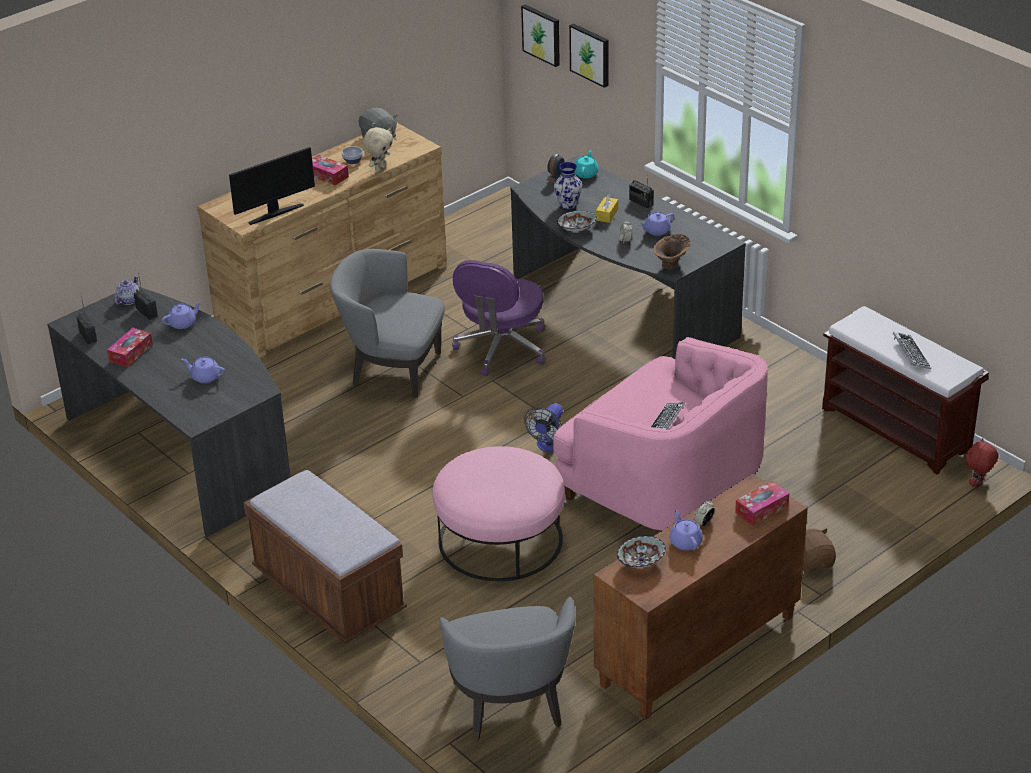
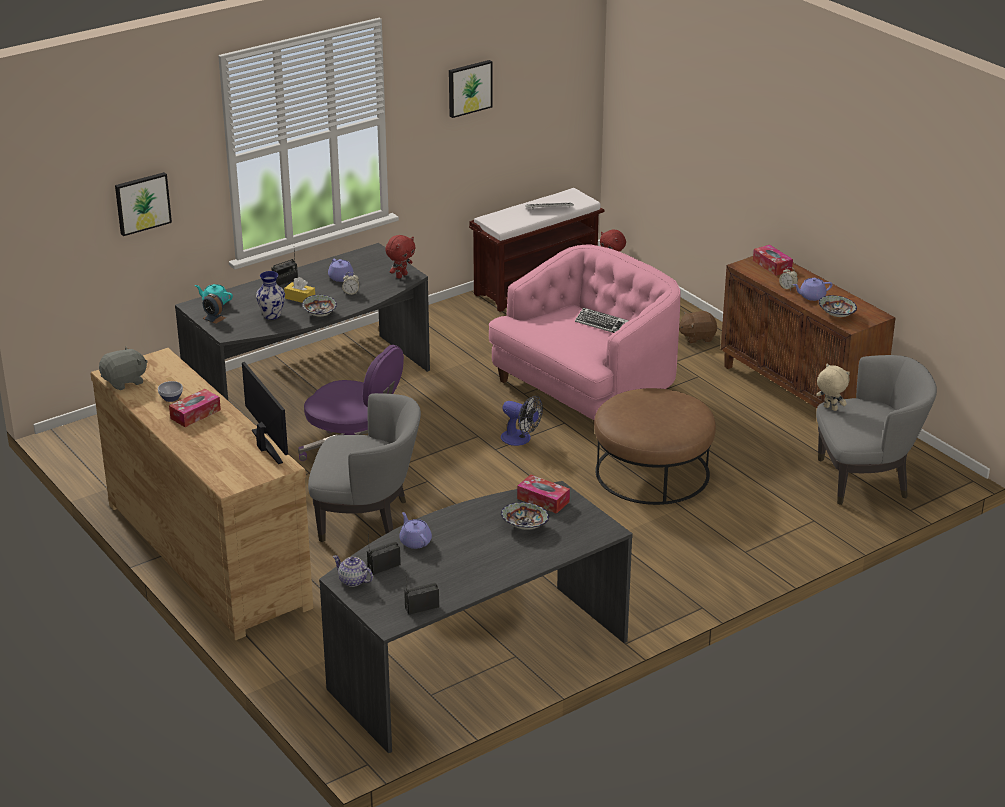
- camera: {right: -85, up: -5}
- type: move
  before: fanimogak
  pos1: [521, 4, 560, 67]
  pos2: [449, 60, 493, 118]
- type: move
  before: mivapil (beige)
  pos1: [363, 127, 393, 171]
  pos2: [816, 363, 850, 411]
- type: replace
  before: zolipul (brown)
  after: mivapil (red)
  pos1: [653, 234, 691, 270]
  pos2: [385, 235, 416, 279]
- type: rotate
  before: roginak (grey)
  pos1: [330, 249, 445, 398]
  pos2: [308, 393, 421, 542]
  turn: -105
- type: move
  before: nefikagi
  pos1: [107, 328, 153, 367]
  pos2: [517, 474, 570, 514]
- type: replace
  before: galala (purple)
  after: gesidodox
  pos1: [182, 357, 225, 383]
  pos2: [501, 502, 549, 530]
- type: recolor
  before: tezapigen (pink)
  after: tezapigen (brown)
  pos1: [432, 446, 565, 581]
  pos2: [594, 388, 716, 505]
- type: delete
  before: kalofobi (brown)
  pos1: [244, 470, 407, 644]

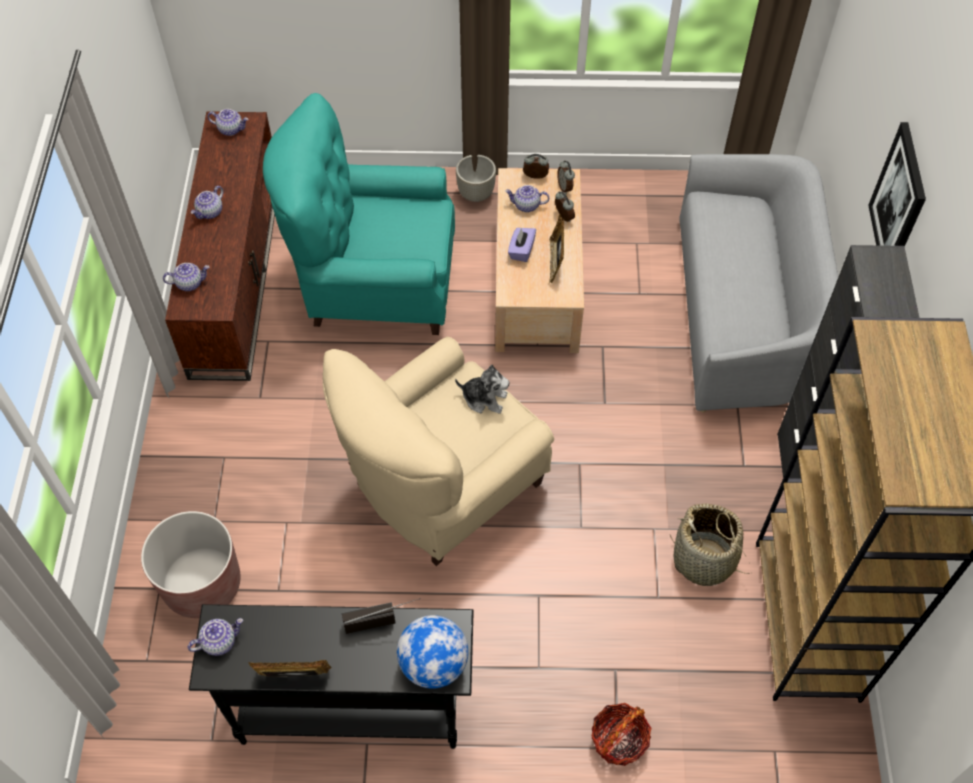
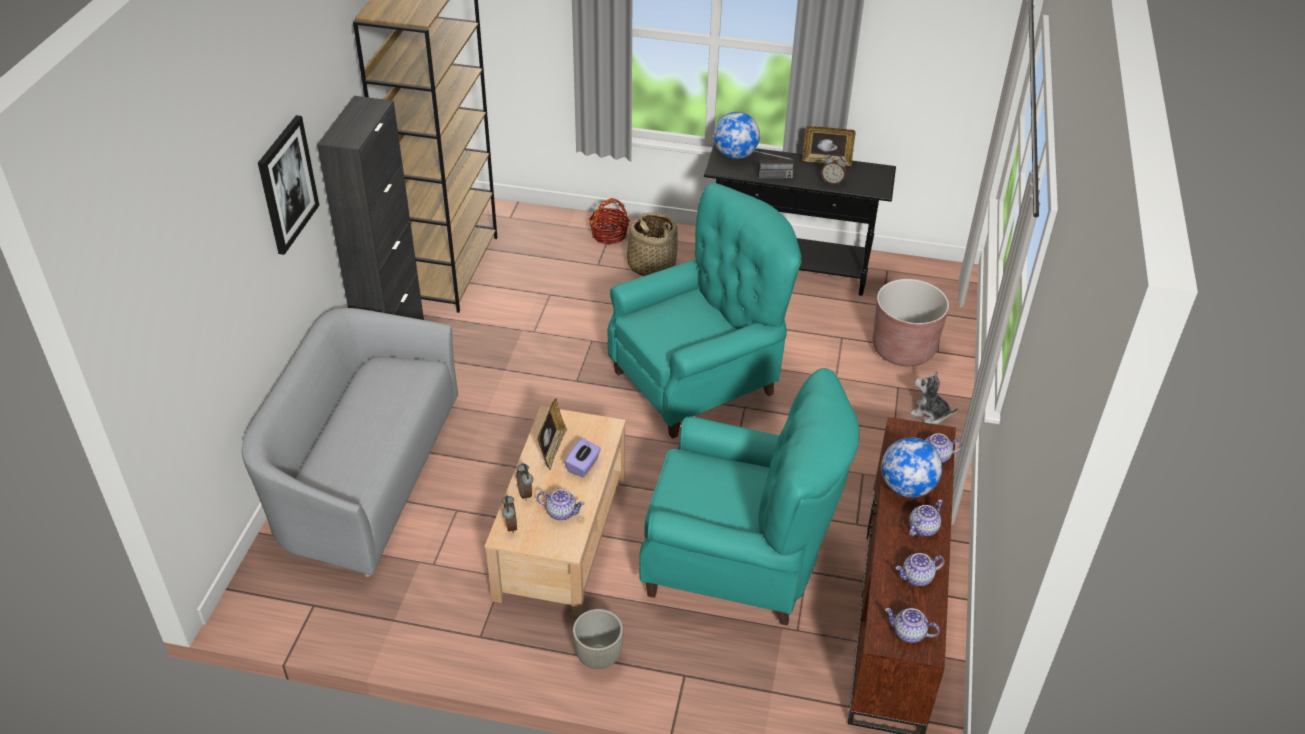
- camera: {right: -170, up: -15}
- type: move
  before: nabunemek
  pos1: [523, 154, 549, 179]
  pos2: [821, 154, 846, 185]
- type: recolor
  before: roginak (beige)
  after: roginak (turquoise)
  pos1: [323, 337, 554, 566]
  pos2: [608, 183, 802, 439]
- type: move
  before: mivapil
  pos1: [455, 365, 510, 414]
  pos2: [910, 372, 958, 424]
- type: move
  before: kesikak
  pos1: [670, 503, 750, 586]
  pos2: [627, 212, 678, 276]
- type: move
  before: galala
  pos1: [188, 618, 243, 656]
  pos2: [896, 553, 945, 586]
- type: insert
  after: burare
  pos2: [881, 437, 942, 498]

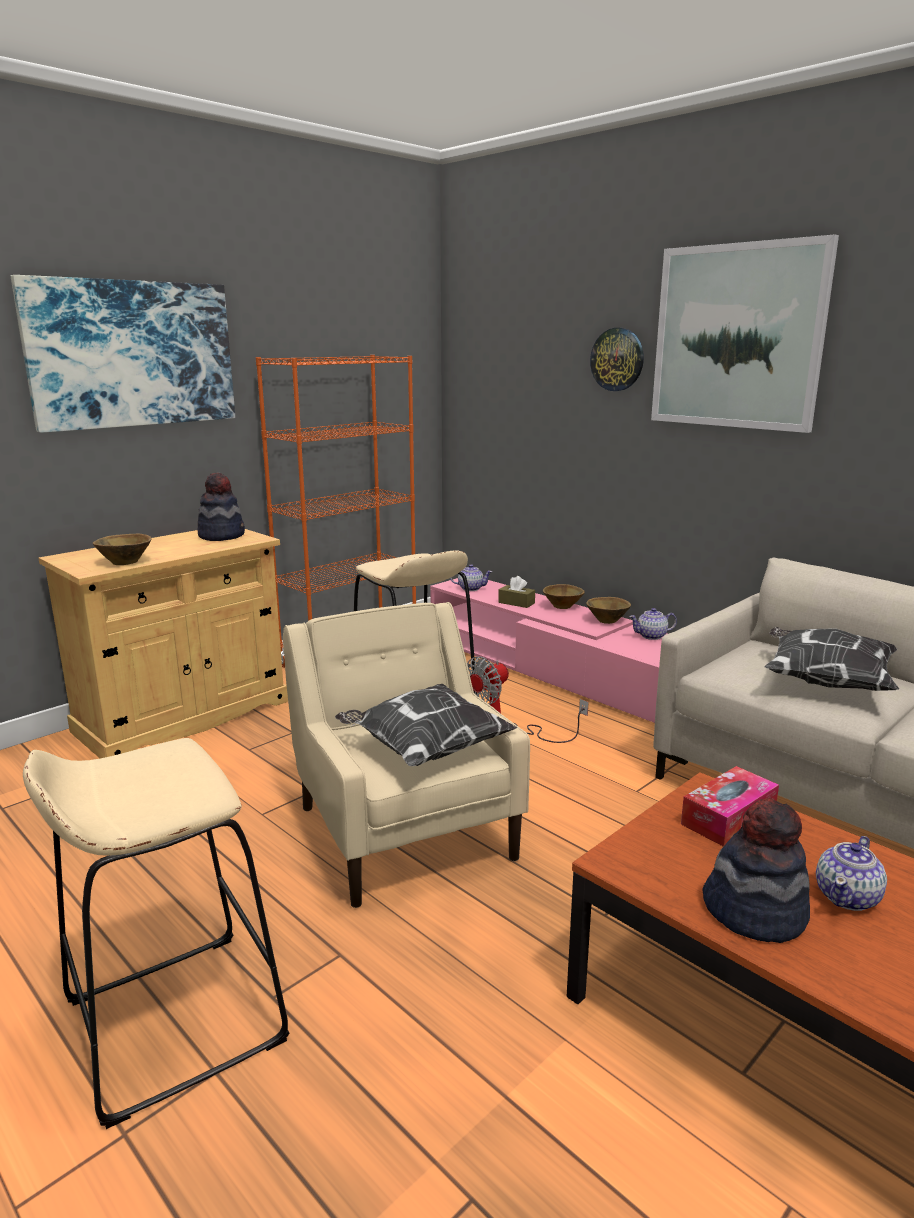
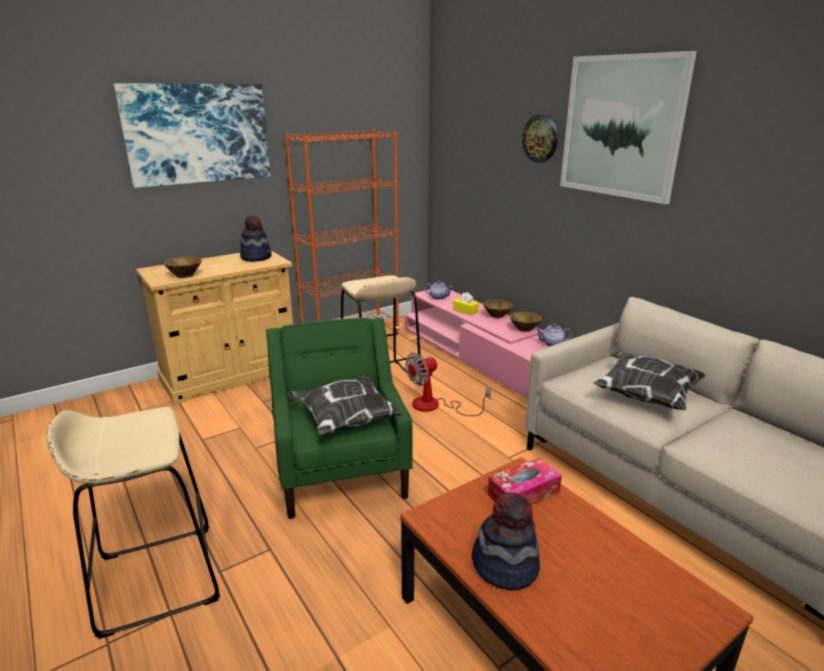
- camera: {right: 10, up: 5}
- type: recolor
  before: nefikagi (brown)
  after: nefikagi (yellow)
  pos1: [498, 576, 535, 608]
  pos2: [453, 292, 479, 315]
- type: recolor
  before: roginak (beige)
  after: roginak (green)
  pos1: [283, 602, 530, 908]
  pos2: [266, 318, 412, 519]
- type: delete
  before: galala
  pos1: [816, 836, 887, 911]

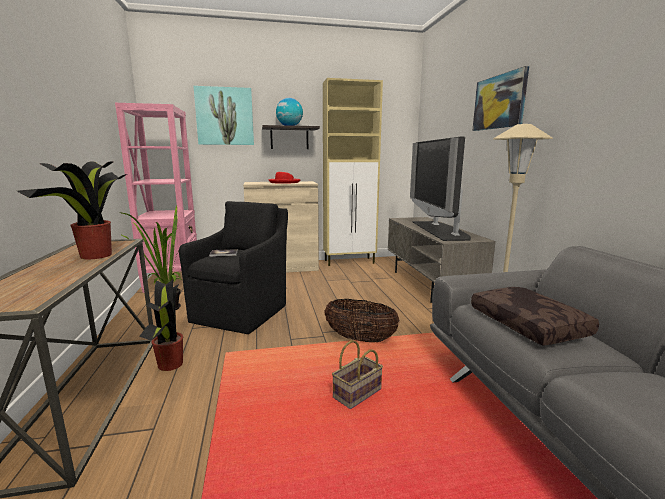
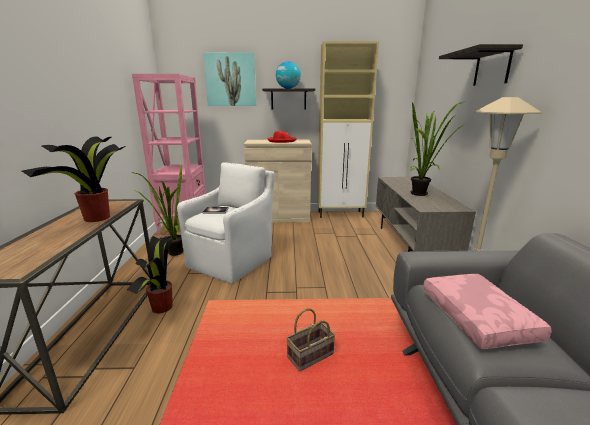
- camera: {right: 10, up: 5}
- type: replace
  before: fanimogak
  after: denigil
  pos1: [472, 66, 529, 131]
  pos2: [439, 44, 523, 86]
- type: replace
  before: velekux
  after: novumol
  pos1: [410, 136, 471, 241]
  pos2: [410, 101, 466, 196]
- type: recolor
  before: roginak (black)
  after: roginak (white)
  pos1: [179, 201, 288, 334]
  pos2: [177, 162, 274, 284]
- type: recolor
  before: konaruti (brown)
  after: konaruti (pink)
  pos1: [471, 287, 599, 346]
  pos2: [423, 274, 551, 349]
- type: delete
  before: kesikak
  pos1: [324, 299, 400, 342]

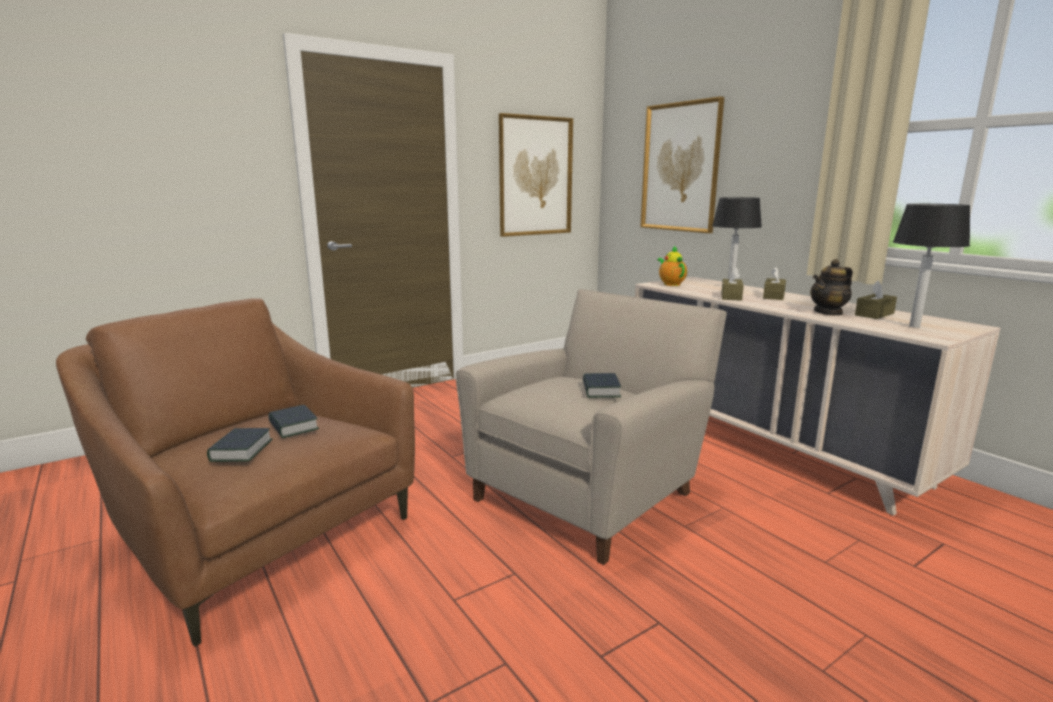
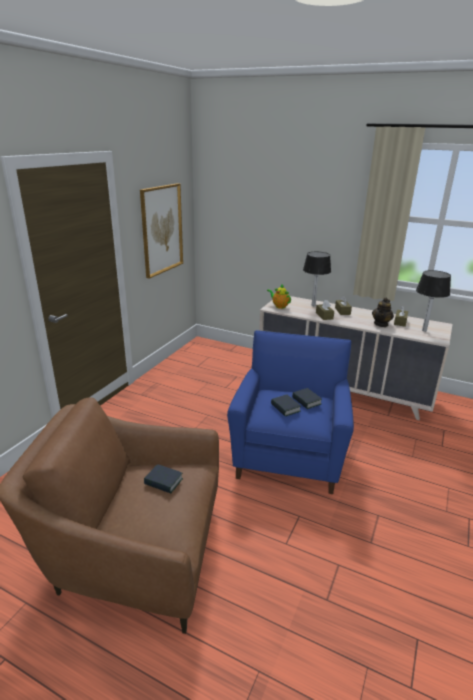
- camera: {right: -30, up: 10}
- type: delete
  before: fanimogak
  pos1: [640, 96, 724, 233]
- type: recolor
  before: roginak (beige)
  after: roginak (blue)
  pos1: [456, 289, 727, 565]
  pos2: [227, 330, 354, 494]
- type: move
  before: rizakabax
  pos1: [207, 428, 272, 462]
  pos2: [271, 395, 301, 416]

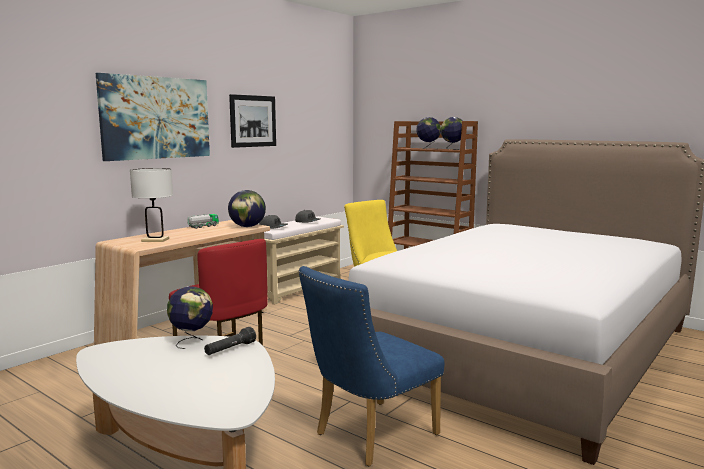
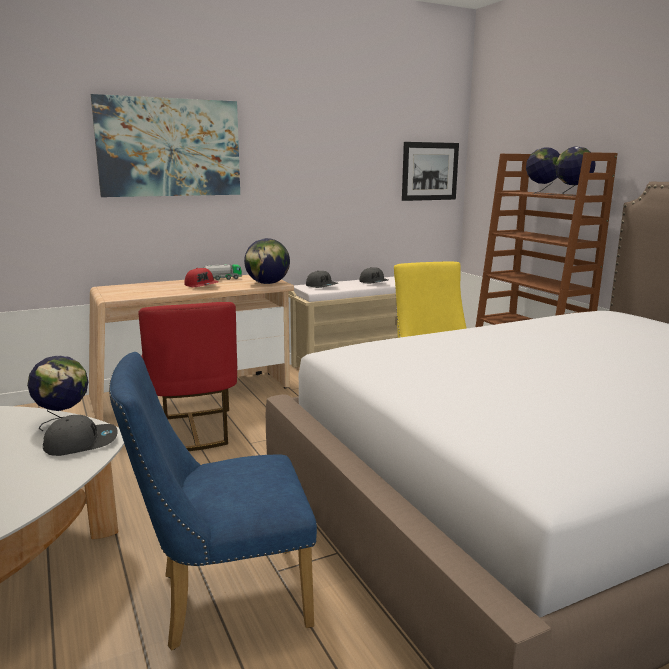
- camera: {right: 25, up: 5}
- type: move
  before: fanimogak
  pos1: [229, 94, 276, 148]
  pos2: [402, 142, 459, 201]
- type: delete
  before: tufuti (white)
  pos1: [130, 168, 173, 242]
- type: replace
  before: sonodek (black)
  after: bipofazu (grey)
  pos1: [204, 327, 256, 355]
  pos2: [43, 415, 118, 456]
- type: insert
  after: bipofazu (red)
  pos2: [184, 268, 219, 287]

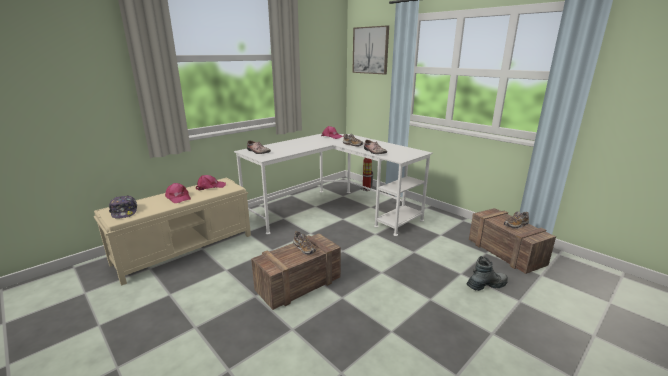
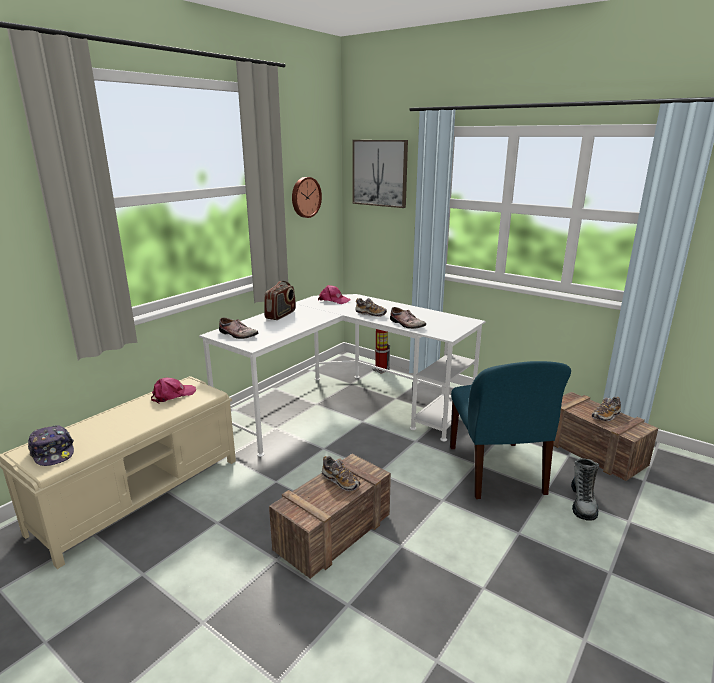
- camera: {right: -10, up: 0}
- type: delete
  before: bipofazu (pink)
  pos1: [165, 183, 191, 203]
- type: rotate
  before: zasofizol
  pos1: [466, 256, 508, 291]
  pos2: [571, 458, 599, 521]
  turn: 135
- type: insert
  after: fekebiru
  pos2: [292, 177, 322, 218]
- type: insert
  after: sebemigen
  pos2: [264, 281, 296, 320]
- type: insert
  after: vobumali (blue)
  pos2: [450, 361, 571, 499]

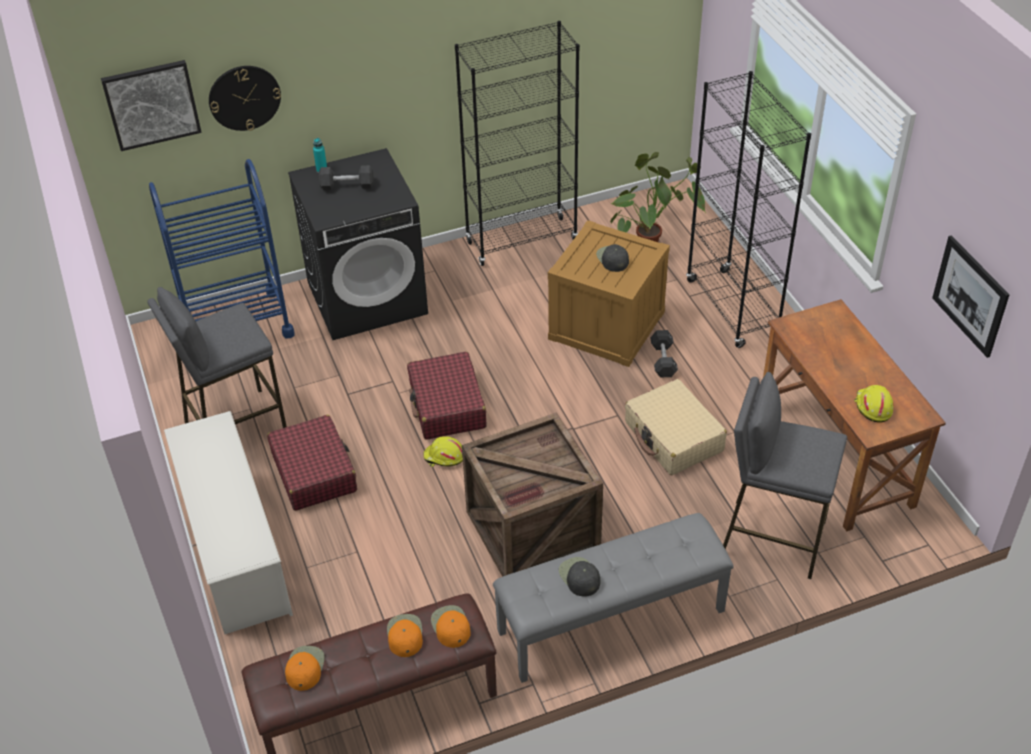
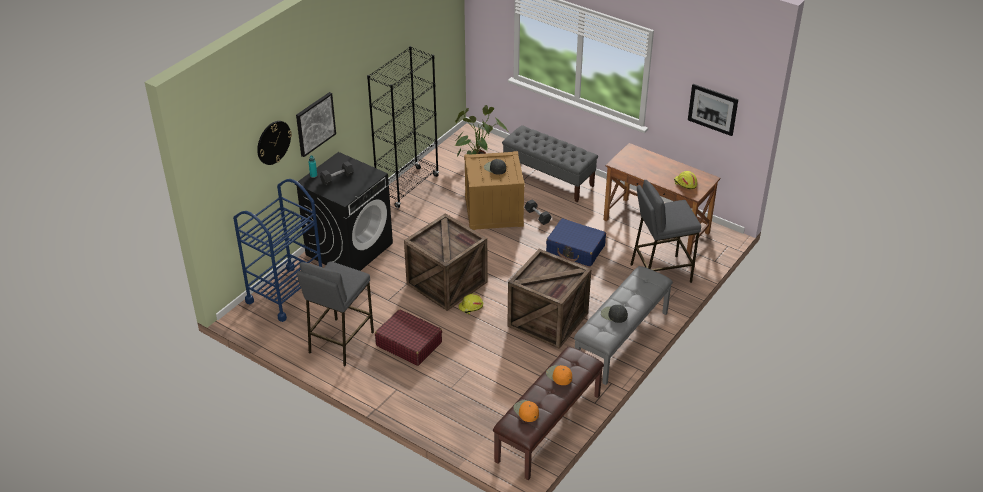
- camera: {right: -35, up: -5}
- type: move
  before: fanimogak
  pos1: [101, 60, 202, 151]
  pos2: [296, 92, 336, 157]
- type: replace
  before: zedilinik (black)
  after: kalofobi (grey)
  pos1: [686, 71, 811, 348]
  pos2: [502, 125, 598, 202]
- type: replace
  before: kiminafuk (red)
  after: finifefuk
  pos1: [407, 352, 486, 440]
  pos2: [404, 213, 487, 311]
- type: recolor
  before: kiminafuk (beige)
  after: kiminafuk (blue)
  pos1: [625, 379, 727, 475]
  pos2: [546, 218, 606, 267]
- type: delete
  before: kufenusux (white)
  pos1: [164, 411, 293, 634]
- type: delete
  before: bipofazu (orange)
  pos1: [431, 605, 471, 648]

